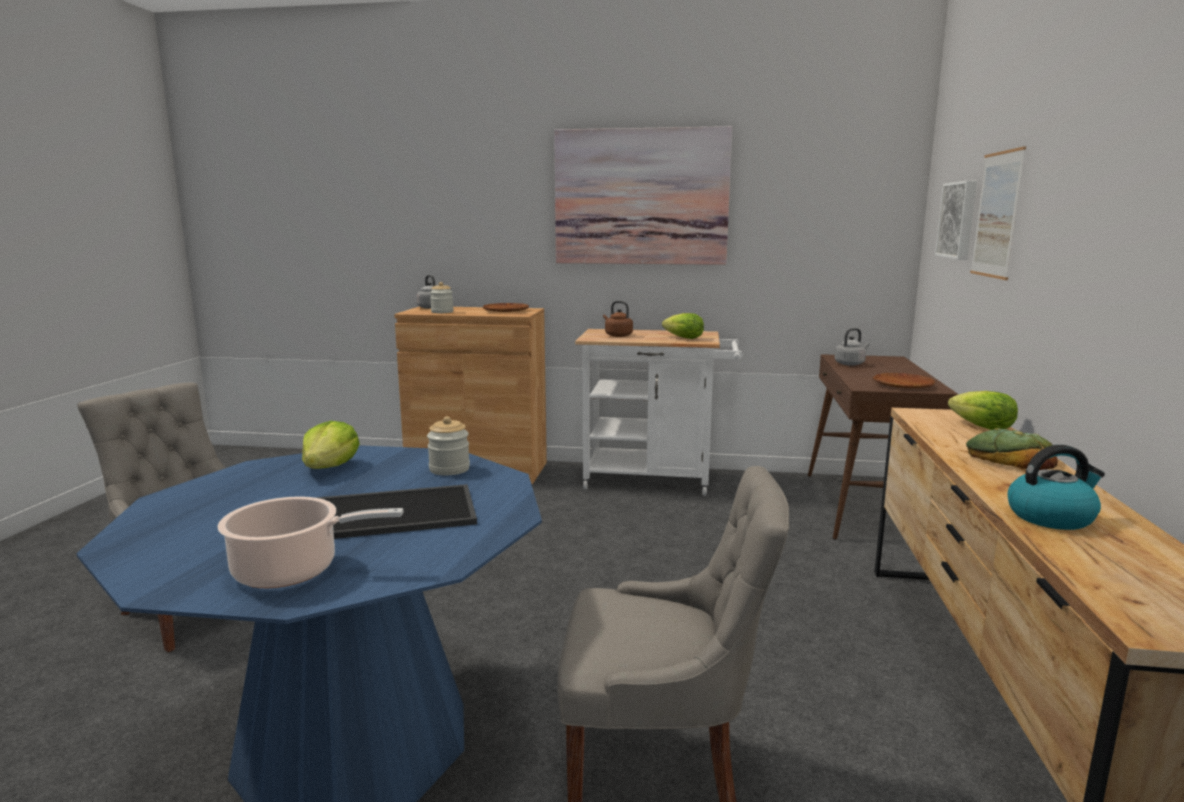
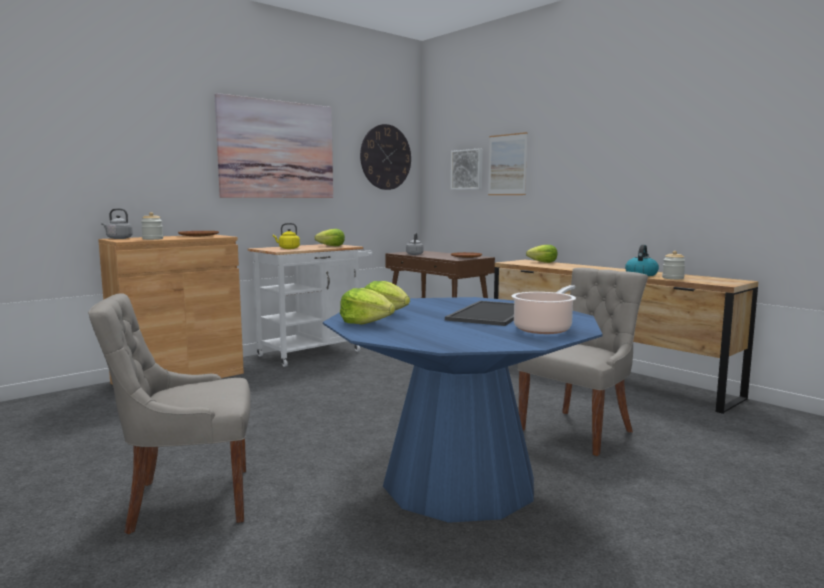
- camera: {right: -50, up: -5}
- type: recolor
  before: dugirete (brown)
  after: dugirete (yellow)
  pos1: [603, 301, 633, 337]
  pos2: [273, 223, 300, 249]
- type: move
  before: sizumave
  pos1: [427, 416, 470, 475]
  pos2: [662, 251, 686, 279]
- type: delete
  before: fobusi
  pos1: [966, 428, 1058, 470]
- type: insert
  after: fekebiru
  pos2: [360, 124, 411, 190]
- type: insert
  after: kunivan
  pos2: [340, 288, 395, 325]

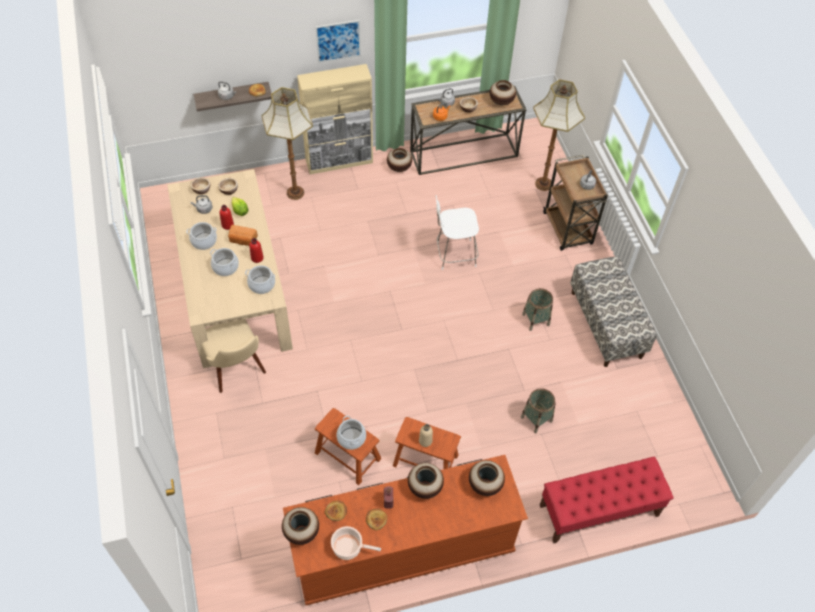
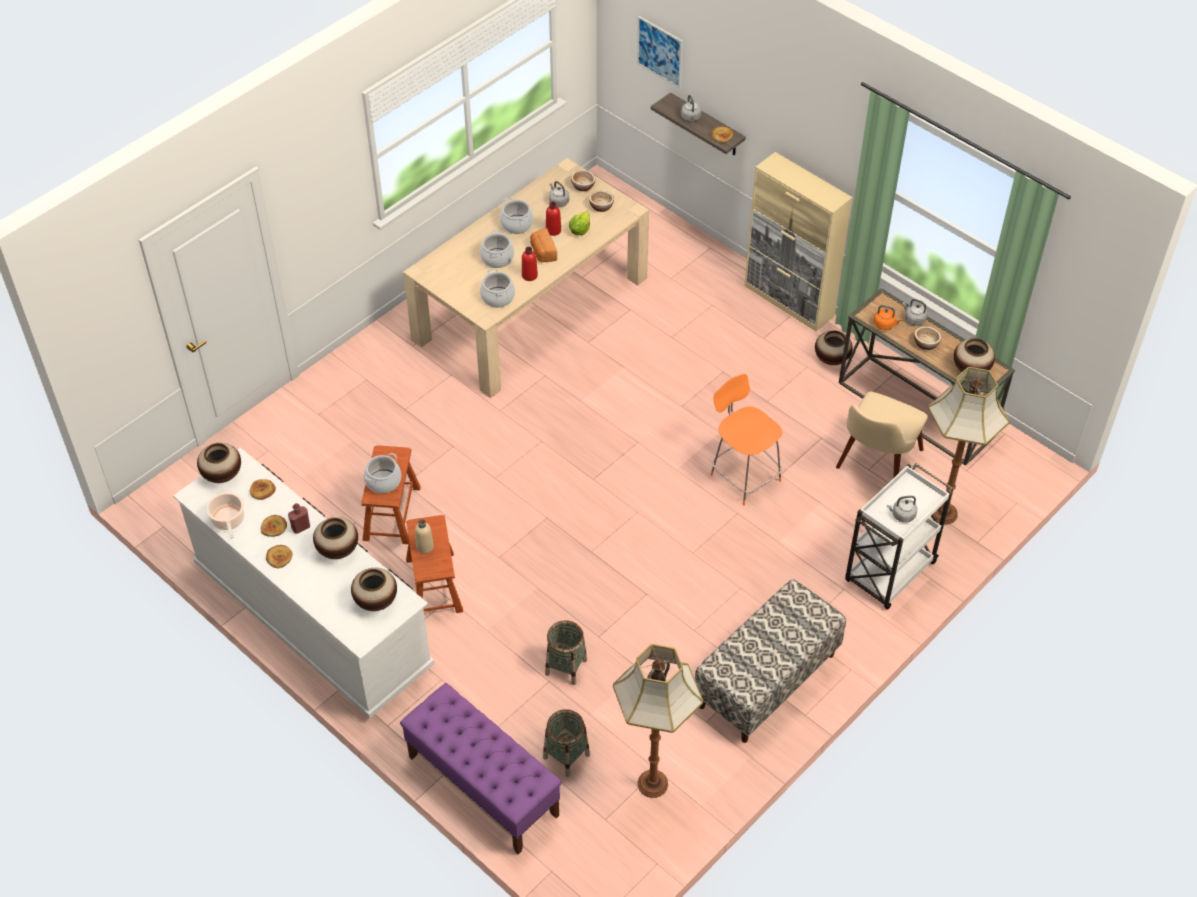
- camera: {right: 60, up: -5}
- type: move
  before: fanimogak
  pos1: [315, 20, 361, 63]
  pos2: [637, 16, 683, 89]
- type: move
  before: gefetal
  pos1: [262, 87, 313, 200]
  pos2: [613, 644, 704, 798]
- type: recolor
  before: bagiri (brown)
  after: bagiri (white)
  pos1: [543, 155, 608, 251]
  pos2: [845, 463, 953, 610]
- type: recolor
  before: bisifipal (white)
  after: bisifipal (orange)
  pos1: [435, 195, 479, 270]
  pos2: [711, 374, 782, 506]
- type: move
  before: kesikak
  pos1: [522, 288, 553, 331]
  pos2: [543, 709, 590, 777]
- type: move
  before: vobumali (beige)
  pos1: [201, 319, 266, 393]
  pos2: [836, 392, 928, 478]
- type: recolor
  before: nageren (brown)
  after: nageren (white)
  pos1: [283, 455, 528, 605]
  pos2: [173, 448, 434, 718]
- type: recolor
  before: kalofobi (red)
  after: kalofobi (purple)
  pos1: [540, 457, 674, 543]
  pos2: [400, 683, 562, 854]
- type: insert
  after: fobusi
  pos2: [266, 545, 293, 568]

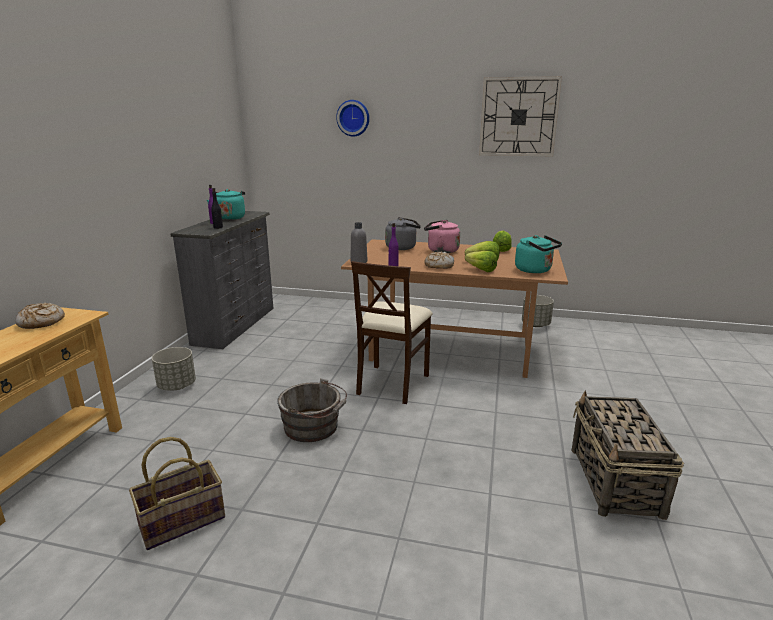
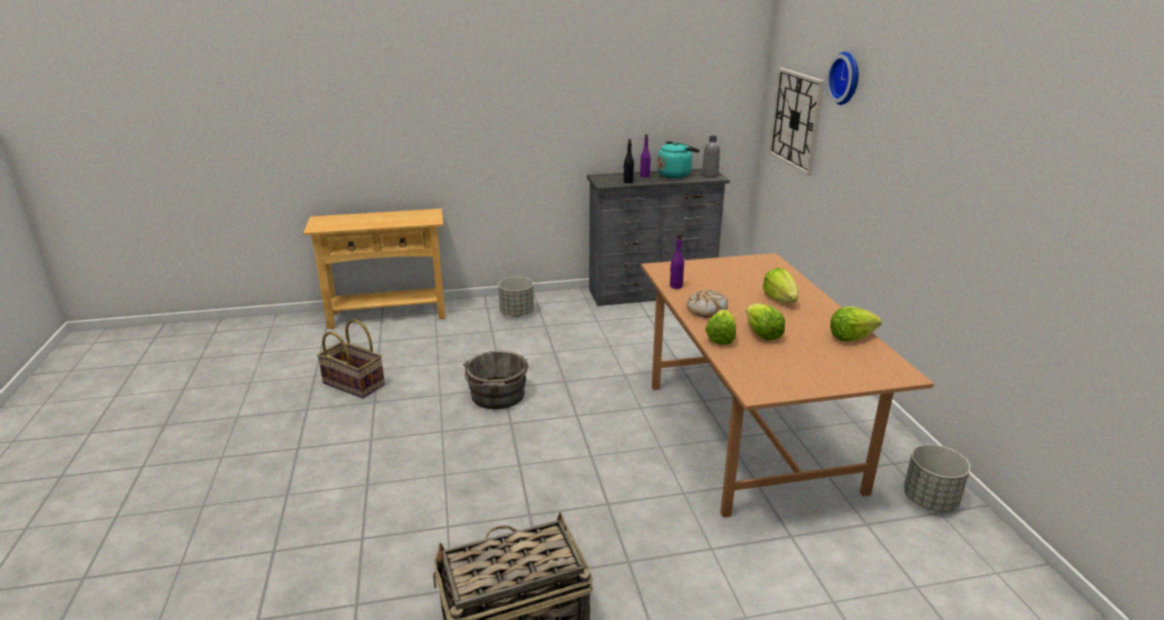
- camera: {right: 65, up: 5}
- type: move
  before: fekebiru
  pos1: [479, 76, 562, 157]
  pos2: [769, 68, 825, 176]
- type: delete
  before: dugirete (grey)
  pos1: [385, 217, 421, 250]
- type: replace
  before: dugirete (pink)
  after: kunivan
  pos1: [424, 220, 460, 253]
  pos2: [763, 268, 798, 303]
- type: move
  before: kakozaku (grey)
  pos1: [351, 222, 367, 263]
  pos2: [702, 136, 720, 178]
- type: delete
  before: dugirete (turquoise)
  pos1: [515, 235, 562, 273]
- type: delete
  before: vobumali (beige)
  pos1: [351, 261, 433, 404]
- type: delete
  before: fobusi
  pos1: [15, 302, 65, 329]

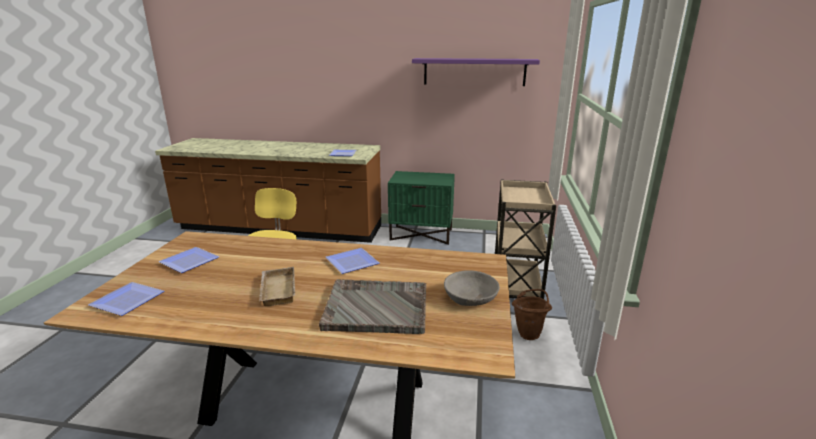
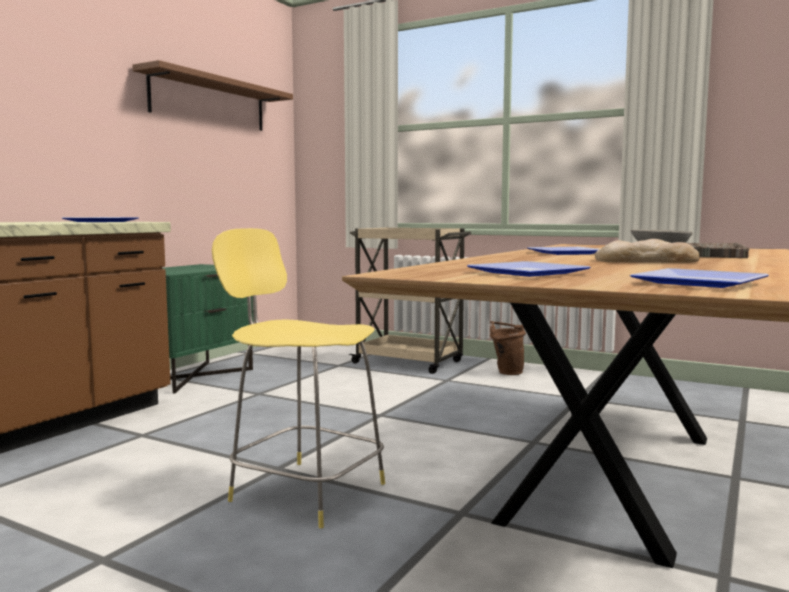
- camera: {right: -70, up: -15}
- type: recolor
  before: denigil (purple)
  after: denigil (brown)
  pos1: [412, 58, 540, 86]
  pos2: [132, 60, 293, 131]
- type: replace
  before: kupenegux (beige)
  after: fobusi
  pos1: [259, 267, 295, 306]
  pos2: [595, 239, 700, 263]

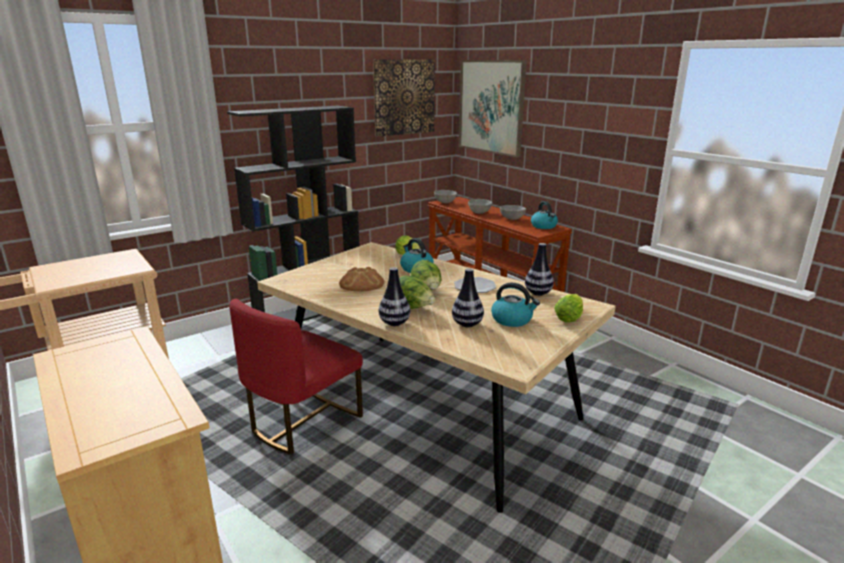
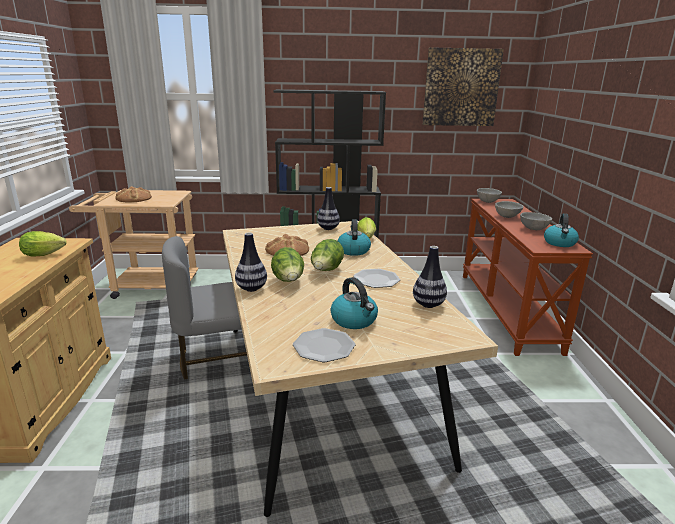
- camera: {right: 35, up: 0}
- type: delete
  before: fanimogak
  pos1: [459, 60, 527, 157]
- type: move
  before: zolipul
  pos1: [452, 268, 484, 327]
  pos2: [317, 187, 340, 230]
- type: move
  before: kunivan
  pos1: [554, 294, 583, 323]
  pos2: [19, 231, 67, 256]
- type: recolor
  before: vobumali (red)
  after: vobumali (grey)
  pos1: [229, 299, 363, 455]
  pos2: [162, 236, 247, 380]
- type: insert
  after: fobusi
  pos2: [115, 186, 152, 203]
- type: insert
  after: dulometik
  pos2: [293, 328, 356, 362]

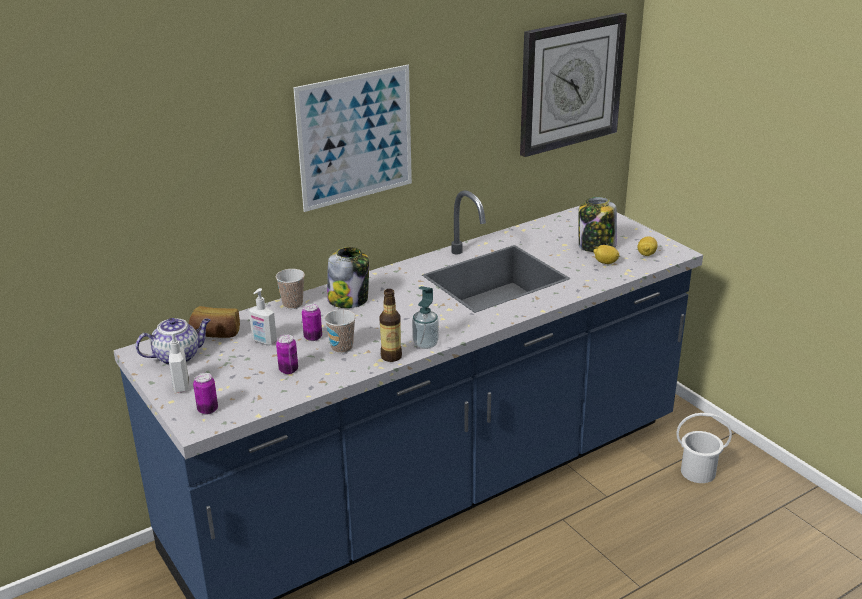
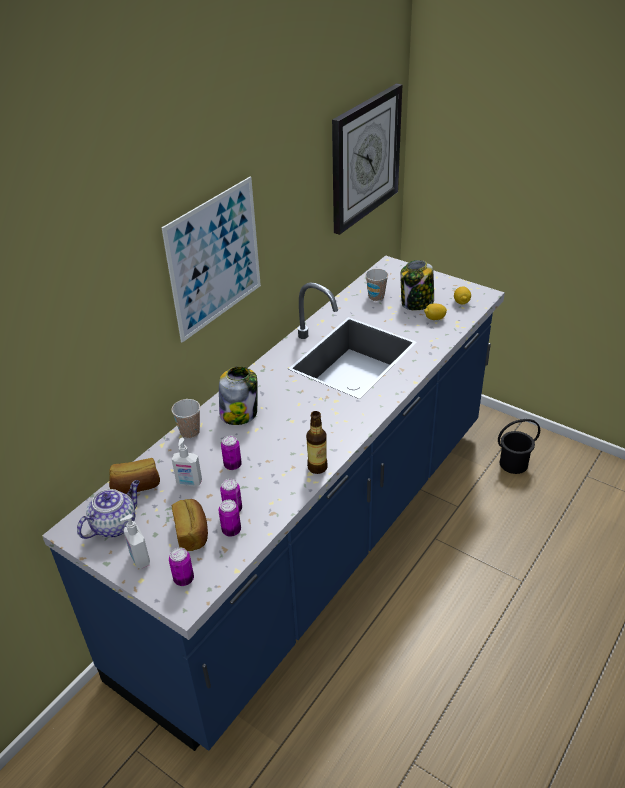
- camera: {right: -20, up: 10}
- type: delete
  before: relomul
  pos1: [412, 286, 439, 349]
- type: move
  before: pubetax
  pos1: [324, 309, 356, 353]
  pos2: [365, 269, 388, 301]
- type: recolor
  before: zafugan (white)
  after: zafugan (black)
  pos1: [677, 413, 732, 483]
  pos2: [498, 419, 540, 474]
- type: insert
  after: fobusi
  pos2: [172, 499, 208, 551]
- type: insert
  after: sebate
  pos2: [218, 500, 241, 537]

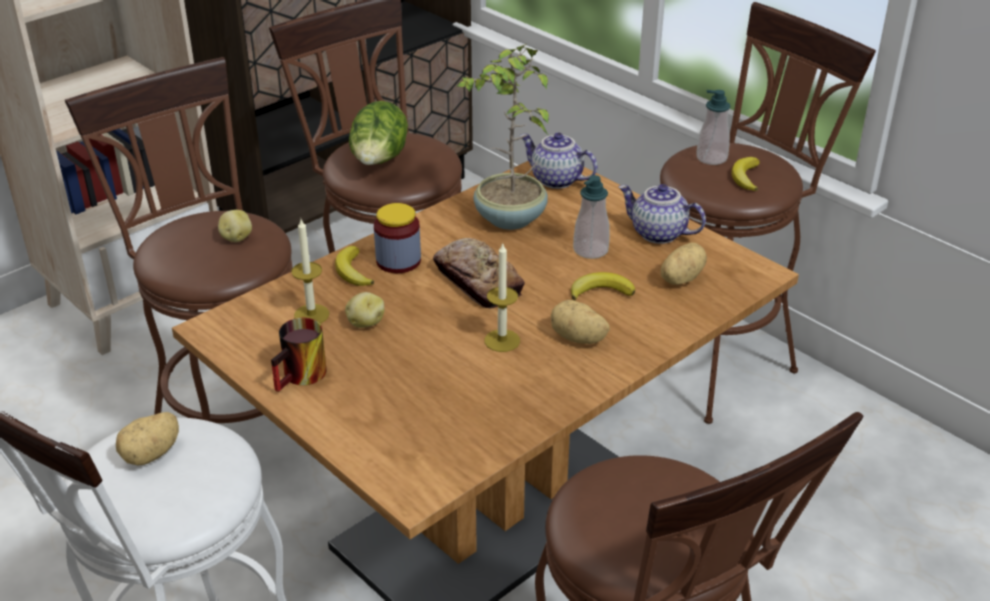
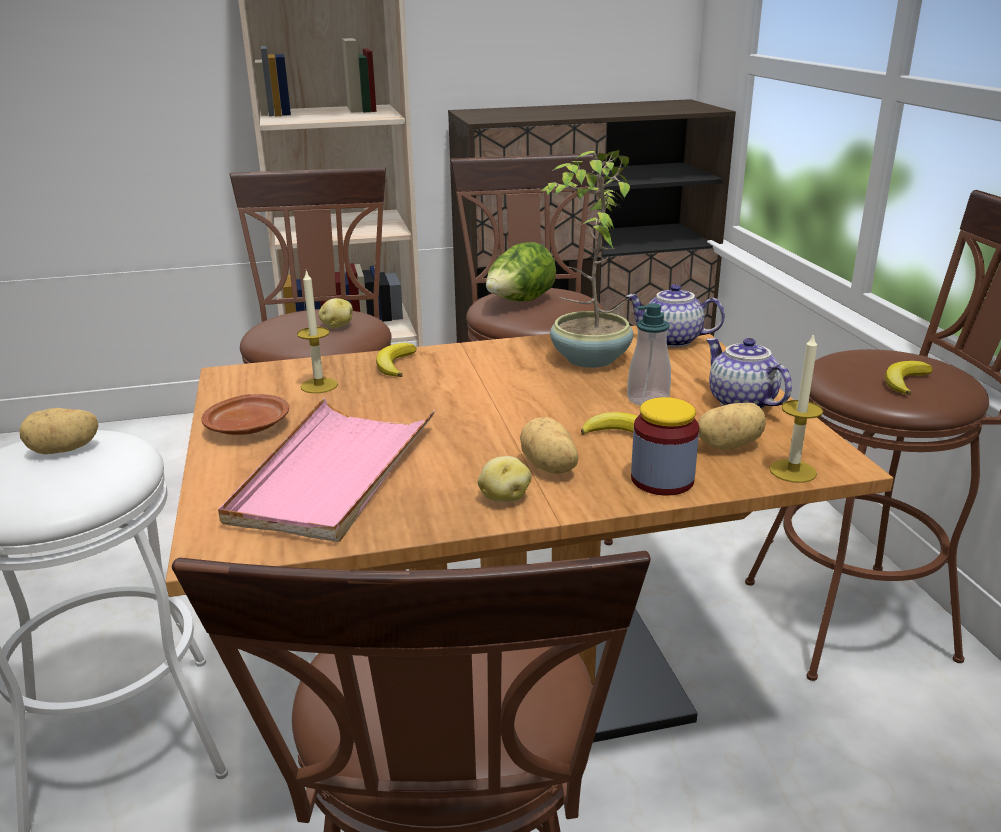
- camera: {right: 30, up: -10}
- type: delete
  before: relomul
  pos1: [696, 90, 730, 165]
- type: rotate
  before: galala
  pos1: [520, 133, 597, 189]
  pos2: [626, 284, 725, 348]
  turn: -45
- type: move
  before: sizumave
  pos1: [374, 203, 421, 273]
  pos2: [631, 397, 699, 496]
- type: delete
  before: fobusi
  pos1: [433, 238, 525, 308]
- type: move
  before: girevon
  pos1: [484, 242, 520, 352]
  pos2: [769, 332, 823, 483]
- type: move
  before: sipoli
  pos1: [345, 292, 384, 328]
  pos2: [478, 456, 531, 502]
- type: replace
  before: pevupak
  after: dulometik (brown)
  pos1: [271, 318, 327, 392]
  pos2: [201, 394, 289, 435]
- type: insert
  after: kupenegux (pink)
  pos2: [218, 398, 435, 542]

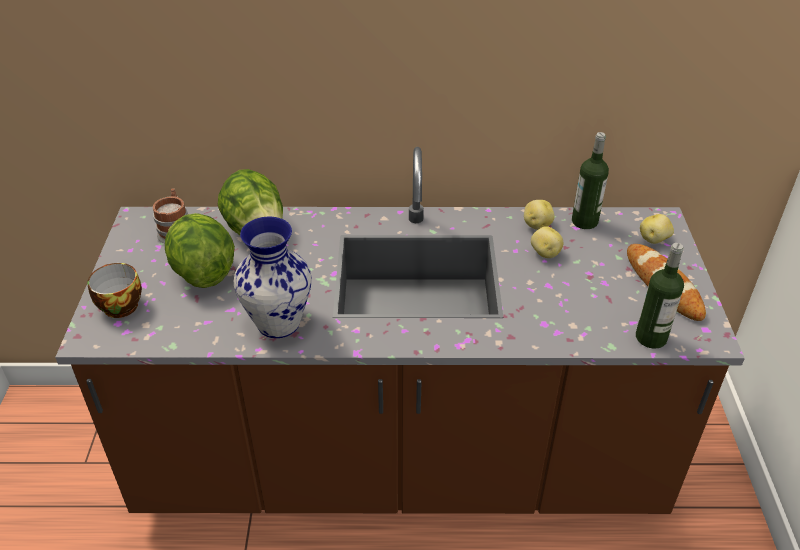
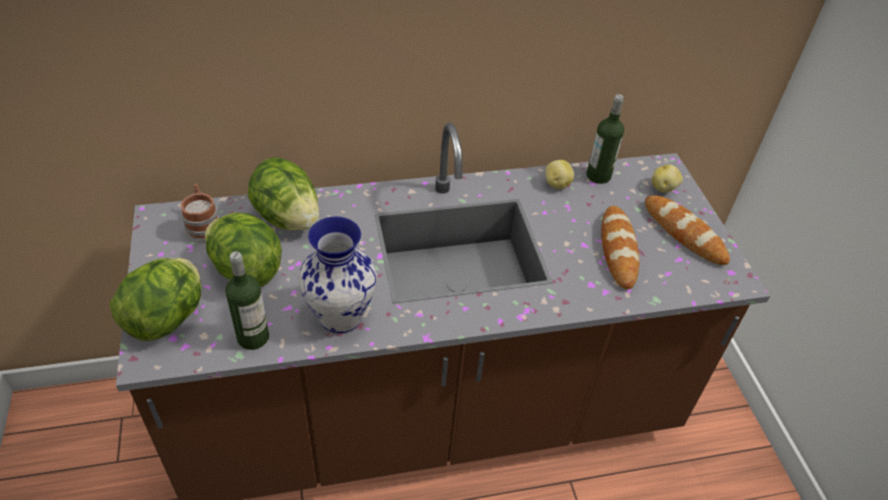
- camera: {right: -15, up: 5}
- type: delete
  before: sipoli
  pos1: [531, 226, 563, 258]
- type: move
  before: kakozaku
  pos1: [636, 243, 684, 349]
  pos2: [225, 252, 269, 350]
- type: replace
  before: pubetax
  after: kunivan
  pos1: [87, 263, 142, 318]
  pos2: [110, 258, 201, 341]
- type: insert
  after: fobusi
  pos2: [601, 206, 639, 289]

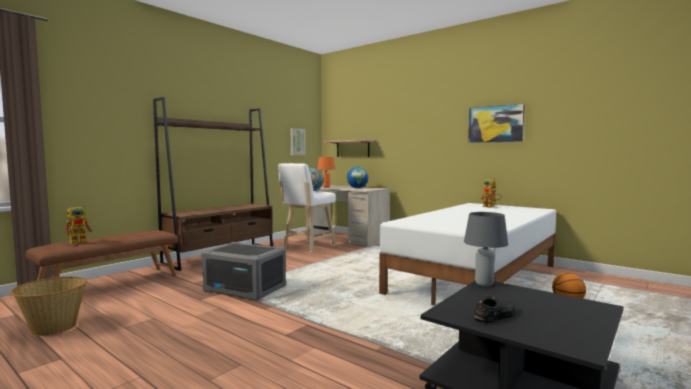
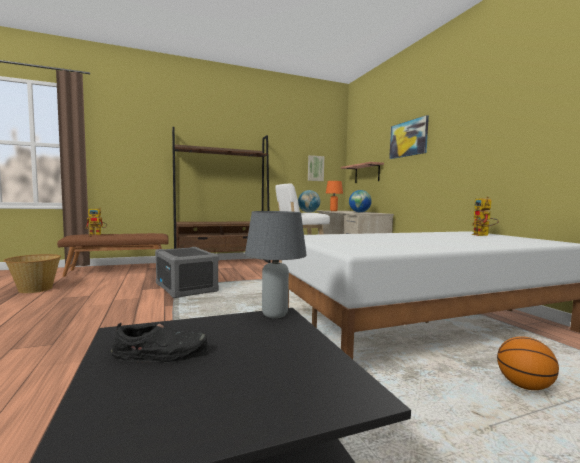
- camera: {right: 30, up: 0}
- type: move
  before: fanimogak
  pos1: [468, 104, 525, 143]
  pos2: [389, 115, 429, 159]

